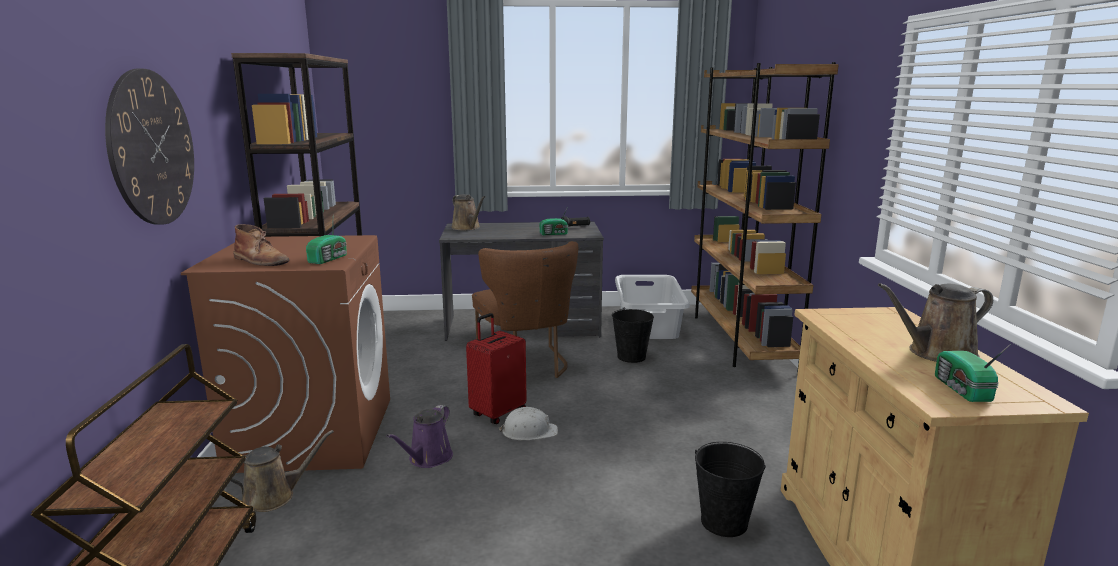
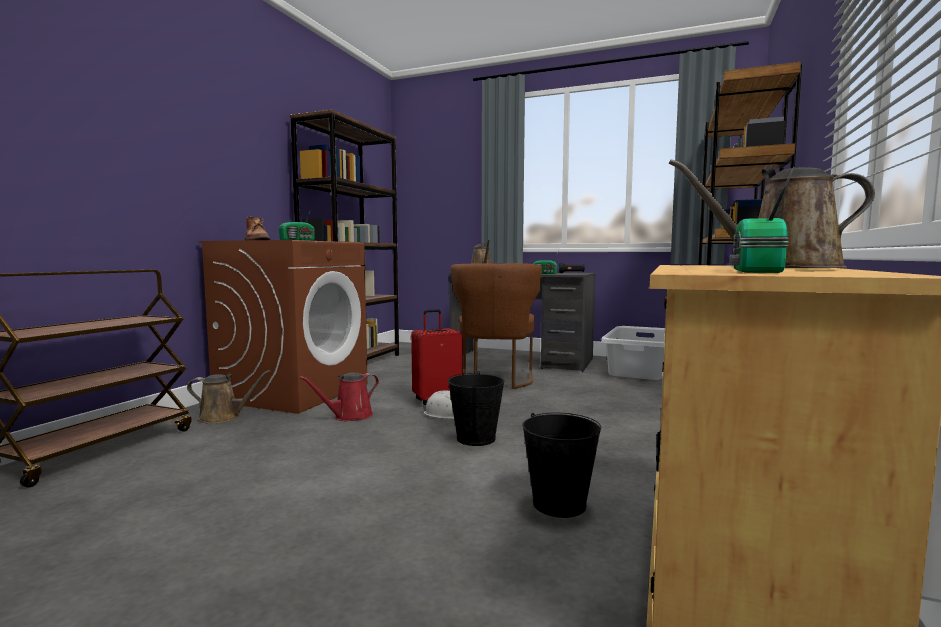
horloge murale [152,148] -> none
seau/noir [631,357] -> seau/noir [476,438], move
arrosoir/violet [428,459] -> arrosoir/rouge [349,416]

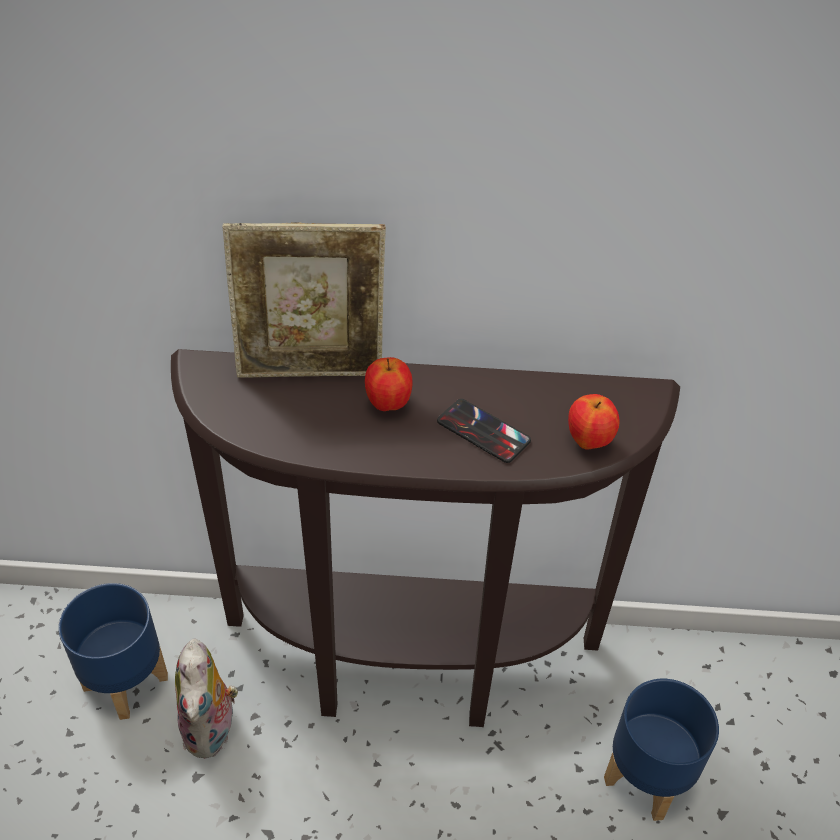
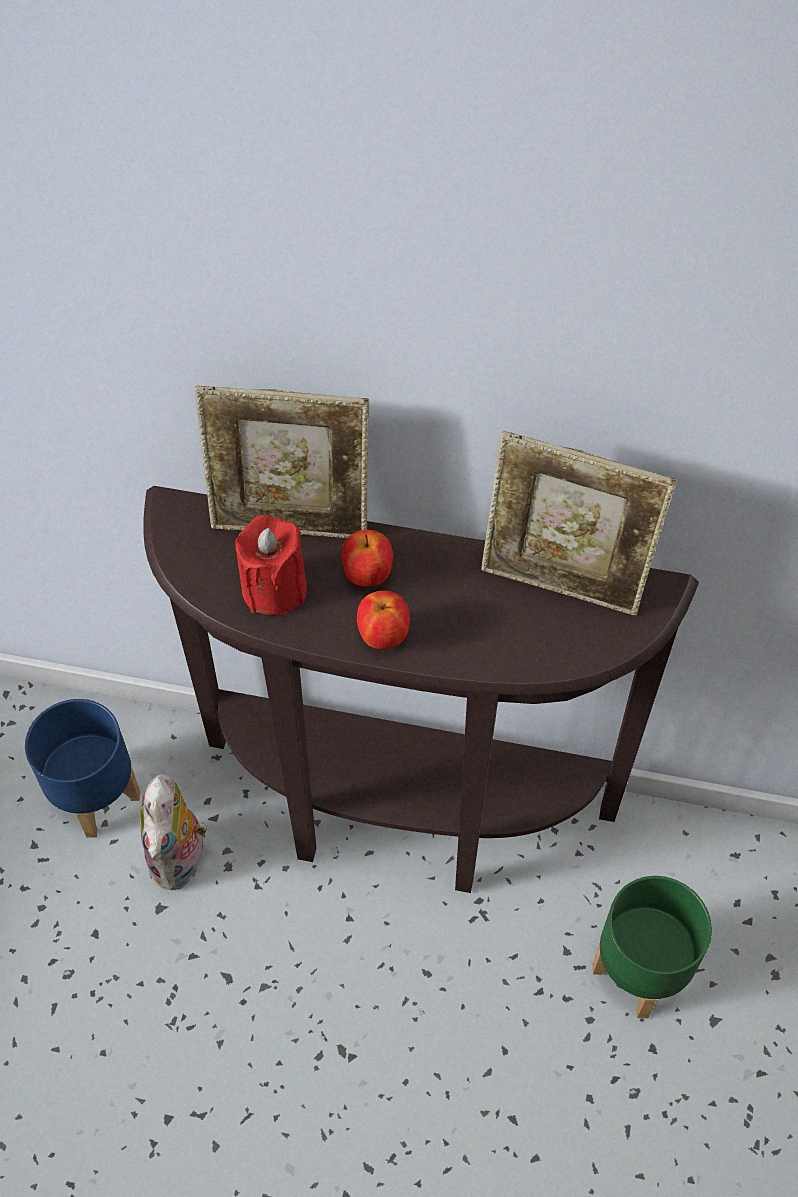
téléphone [483,431] -> none
none -> bougie/rouge [274,589]
none -> cadre photo [562,585]
pomme [588,441] -> pomme [383,637], move
cache-pot/bleu [648,778] -> cache-pot/vert [641,972]

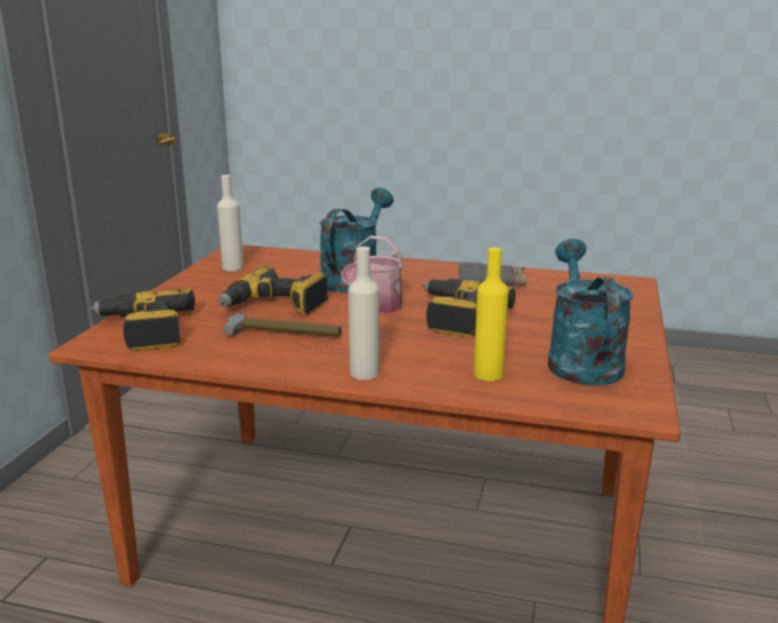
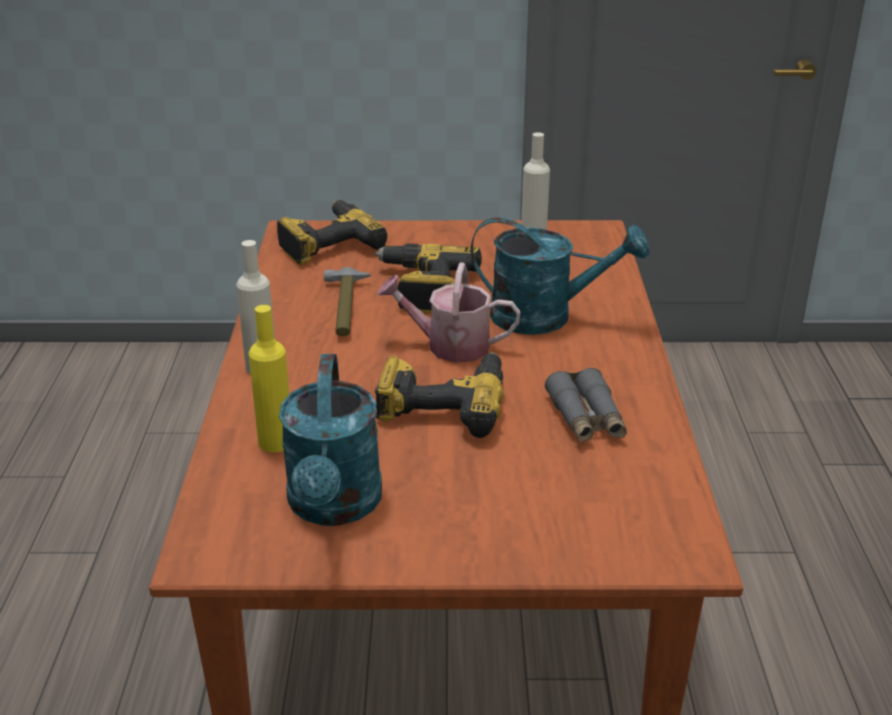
arrosoir/turquoise [580,360] -> arrosoir/turquoise [334,507], 105 degrees clockwise

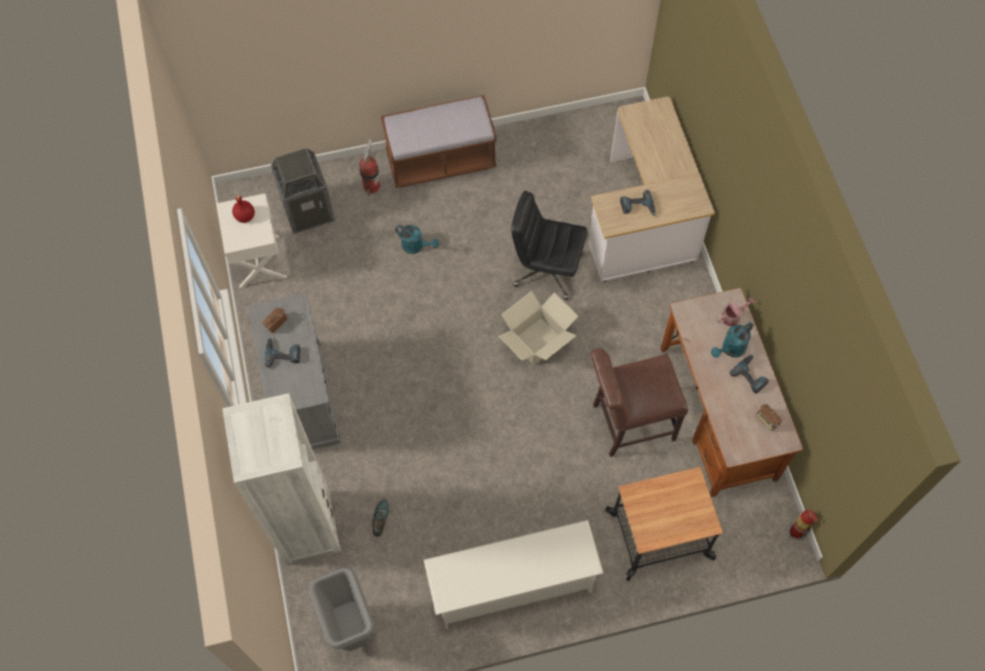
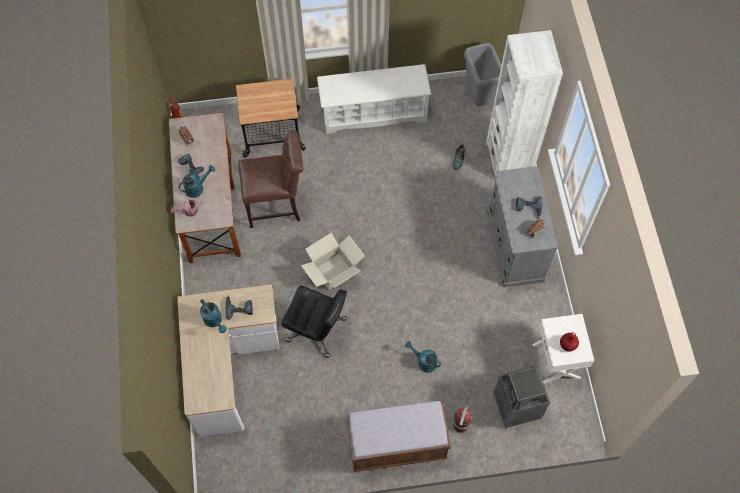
none -> arrosoir/turquoise [214,321]

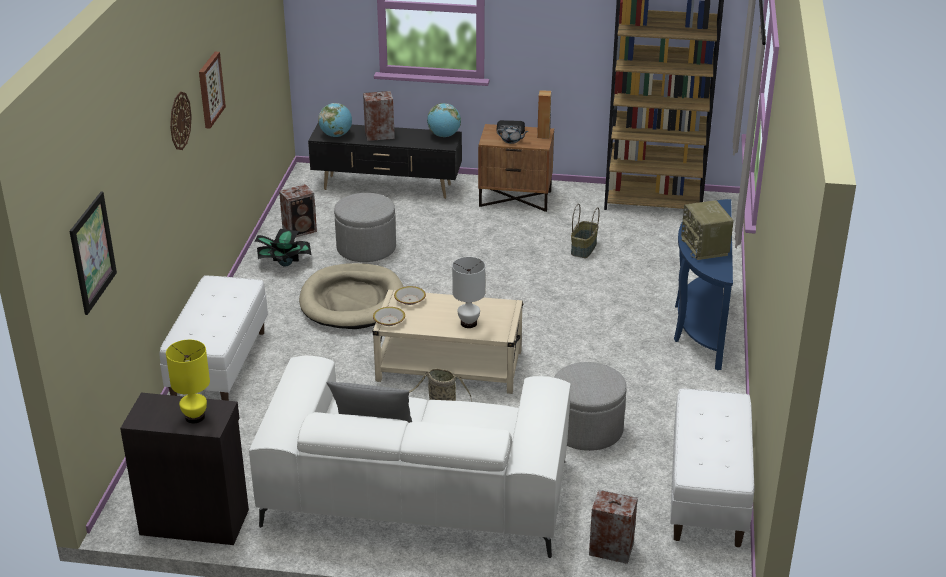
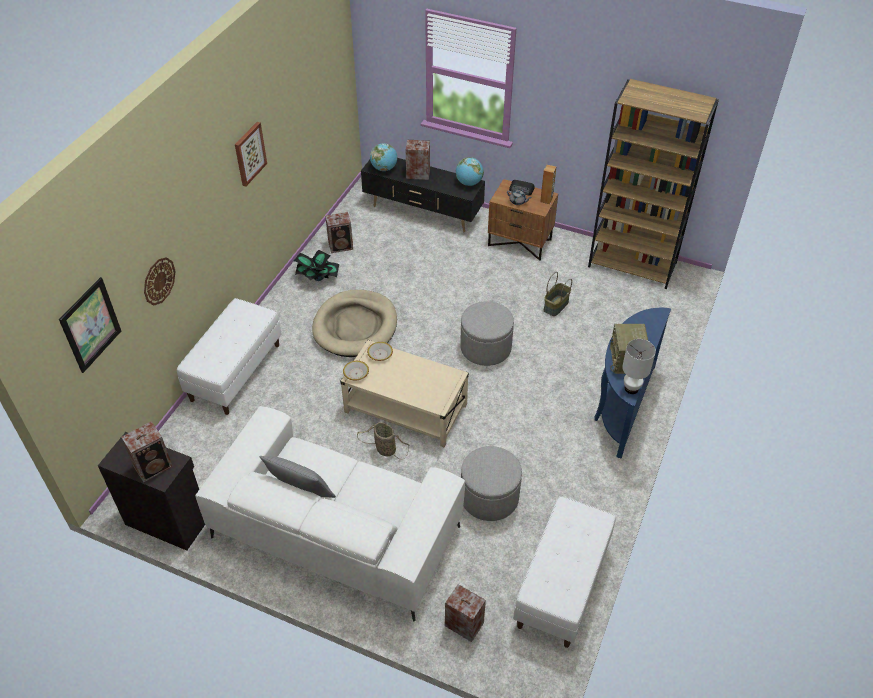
horloge murale [179,120] -> horloge murale [159,281], move
pouf/gris [366,248] -> pouf/gris [485,348], move
lampe de table/blanc [468,323] -> lampe de table/blanc [631,388], move
lampe de table/jaune [195,417] -> enceinte [154,466]

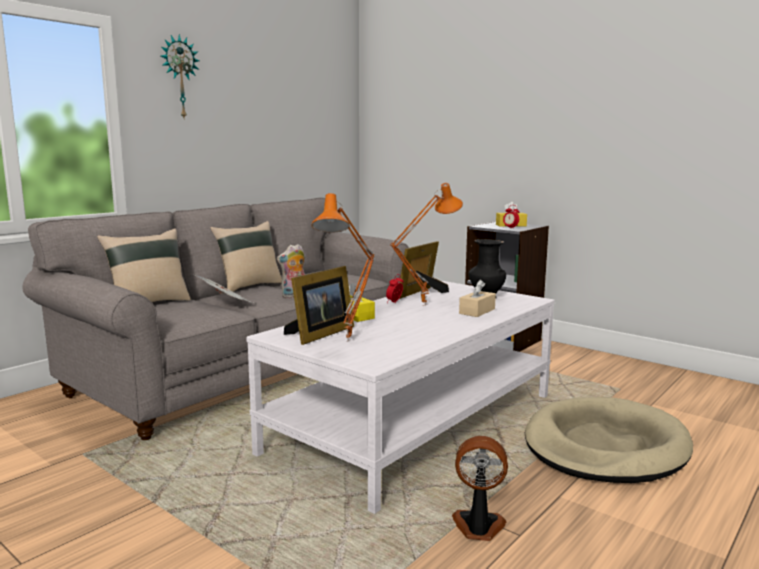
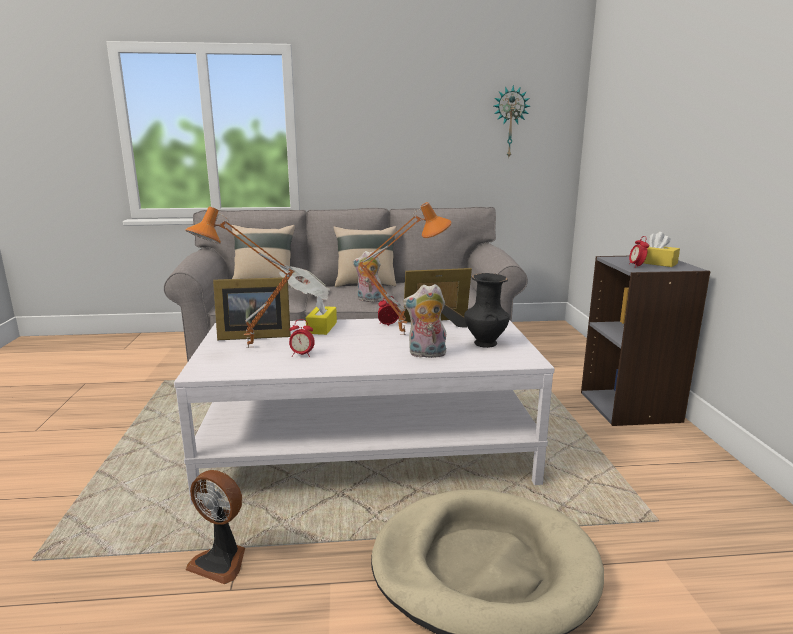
none -> réveil [302,355]
horloge murale [179,77] -> horloge murale [510,122], move
boîte à mouchoirs/beige [477,311] -> peluche [426,354]
ventilateur [478,527] -> ventilateur [221,561], 150 degrees clockwise

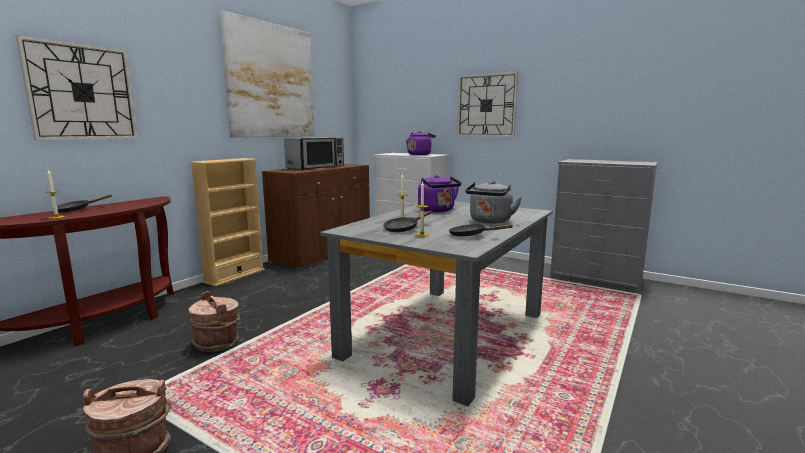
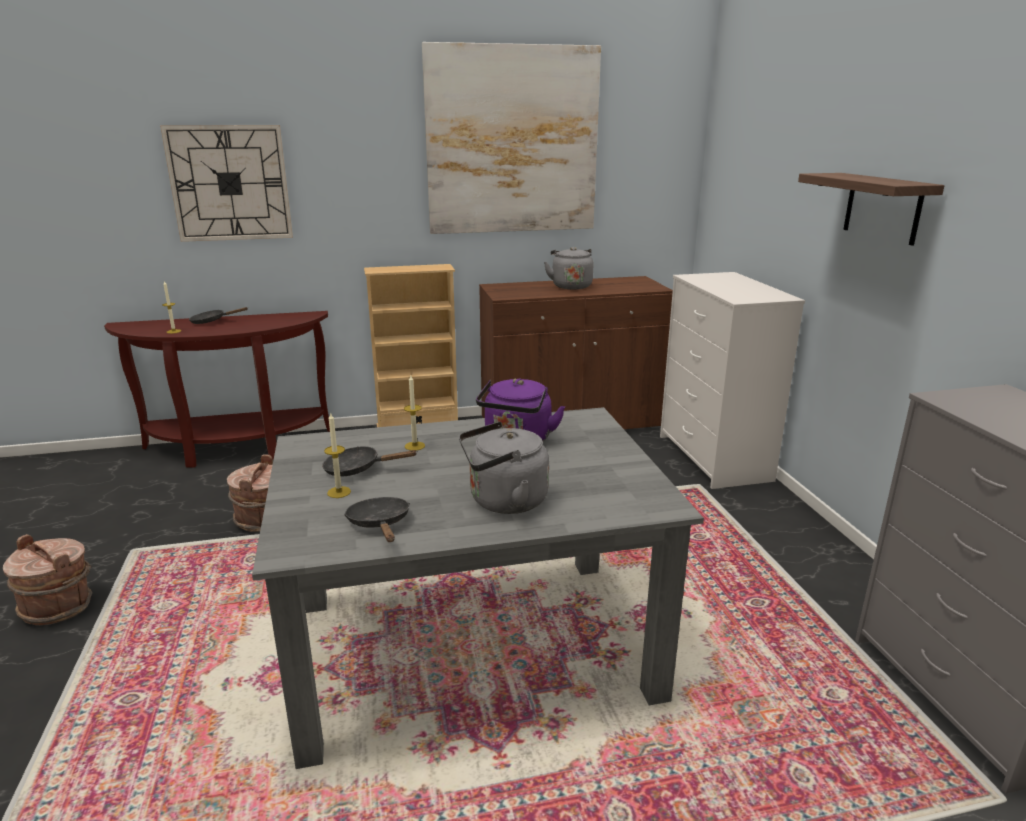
bouilloire/violet [420,154] -> none
micro-ondes [316,167] -> bouilloire/gris [570,286]
horloge murale [486,105] -> étagère [882,208]

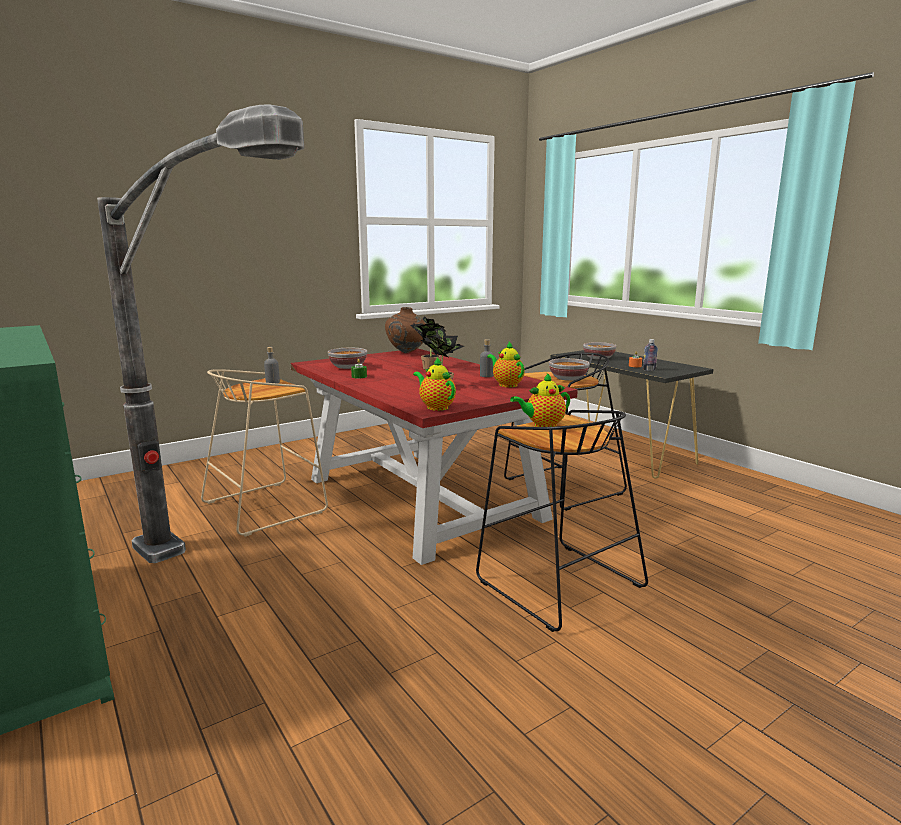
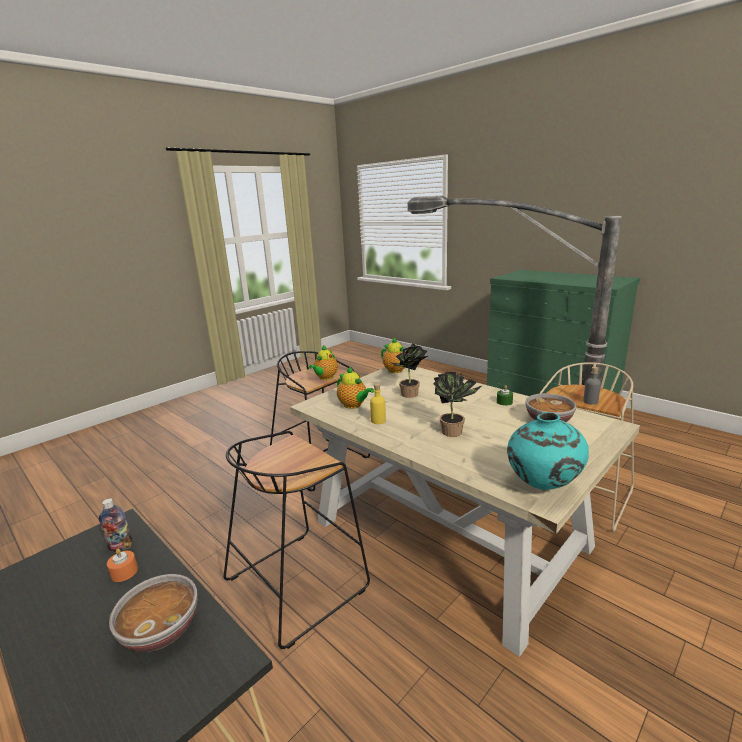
bol [568,379] -> none
table à manger/rouge [423,498] -> table à manger/beige [446,532]
vase/marron [407,353] -> vase/turquoise [543,487]
bouteille/gris [486,375] -> bouteille/jaune [378,421]
théière [542,425] -> théière [325,378], 150 degrees clockwise

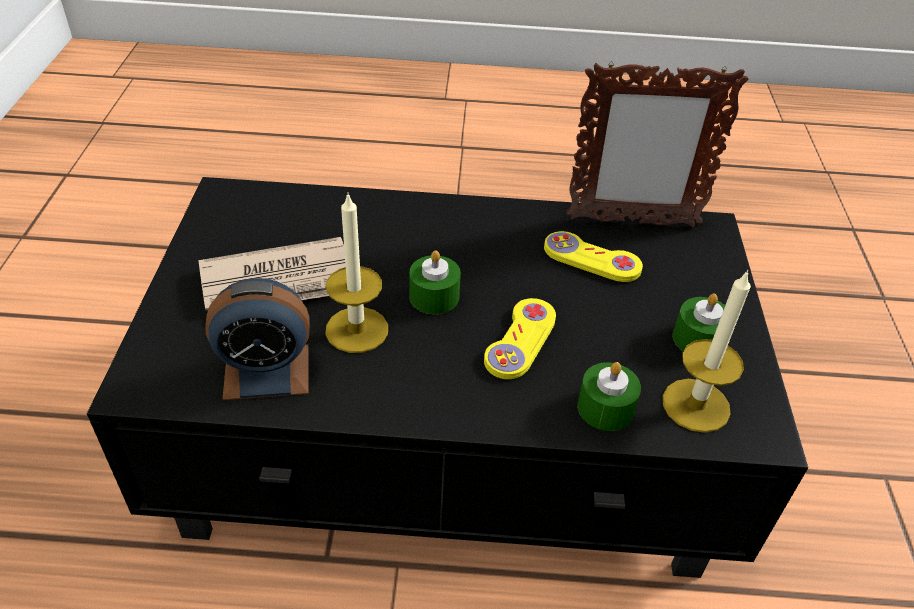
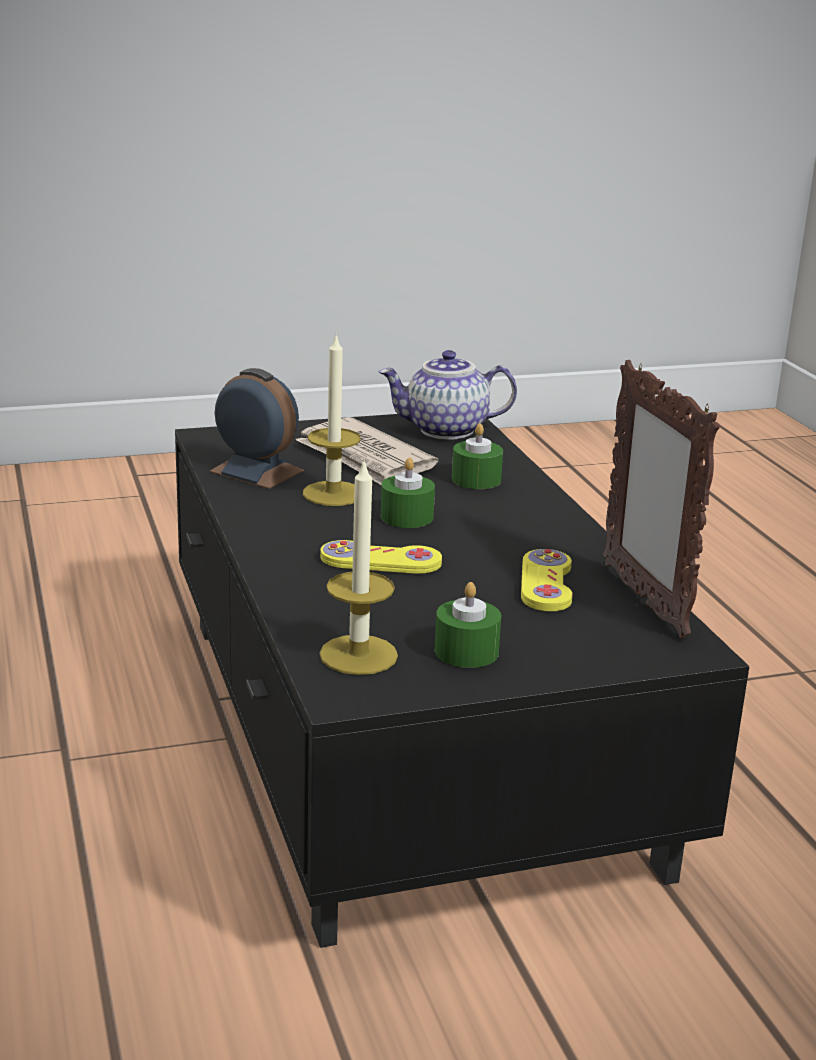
none -> théière [445,430]
bougie/vert [605,408] -> bougie/vert [476,479], move
réveil [267,371] -> réveil [256,471], 150 degrees clockwise

